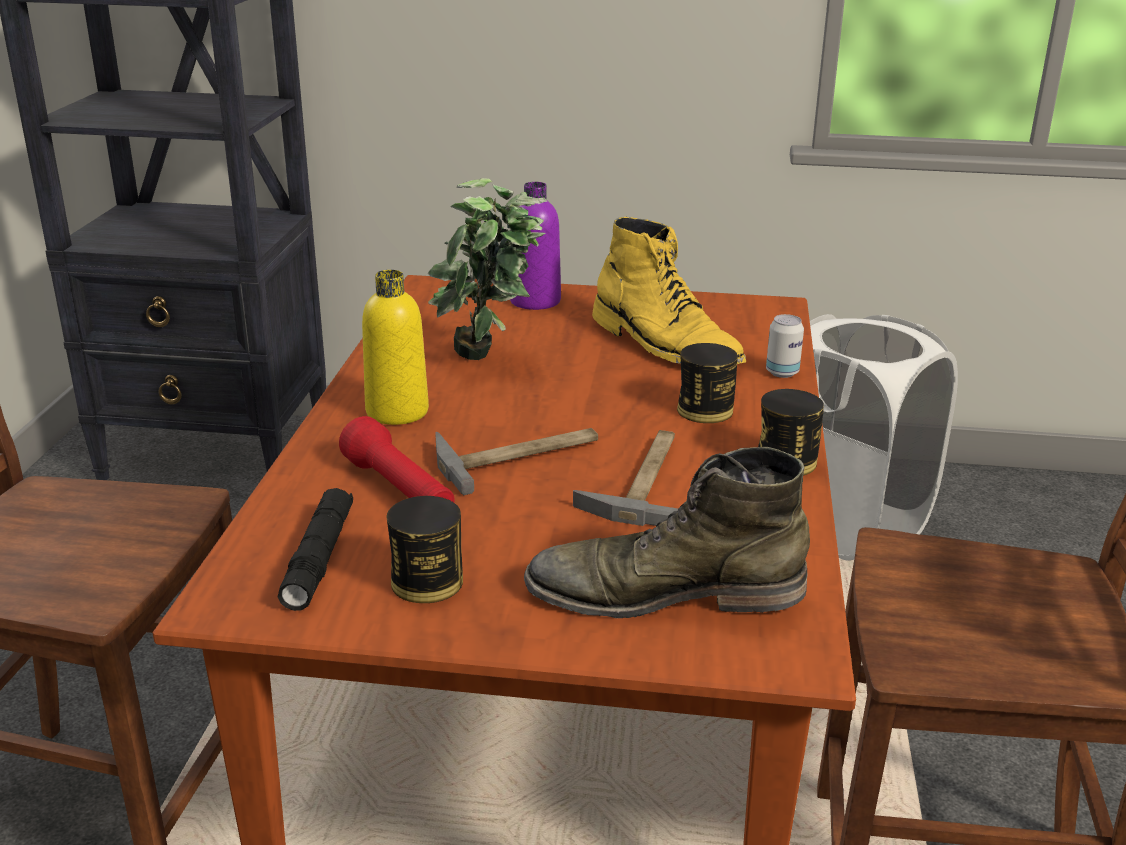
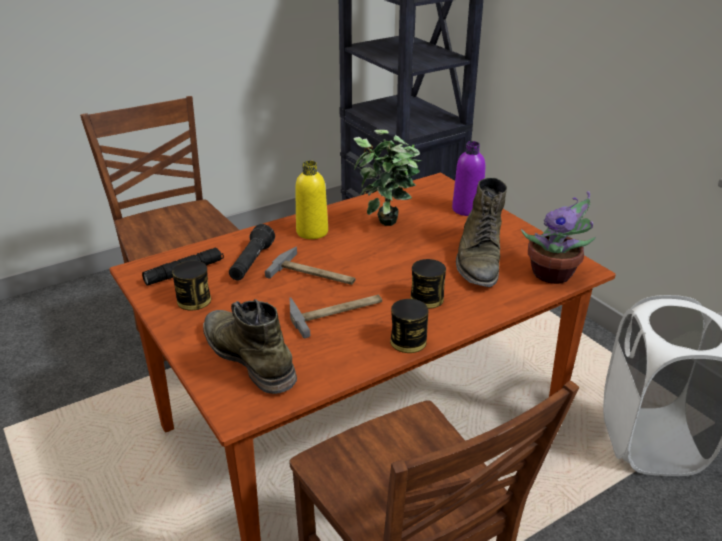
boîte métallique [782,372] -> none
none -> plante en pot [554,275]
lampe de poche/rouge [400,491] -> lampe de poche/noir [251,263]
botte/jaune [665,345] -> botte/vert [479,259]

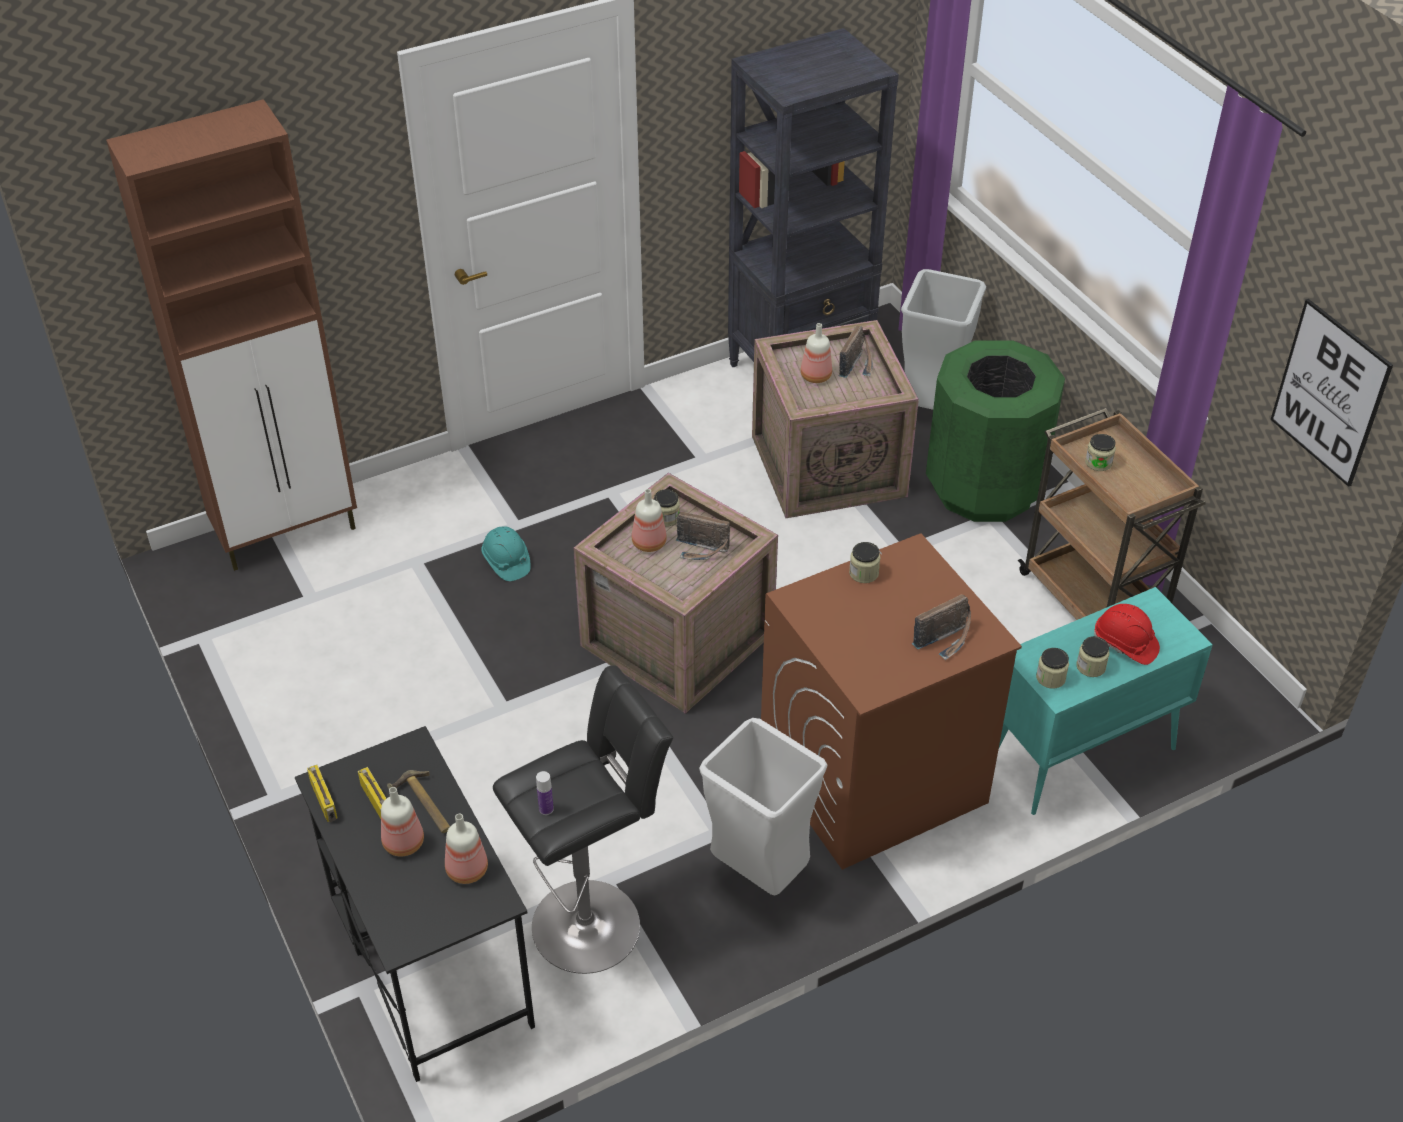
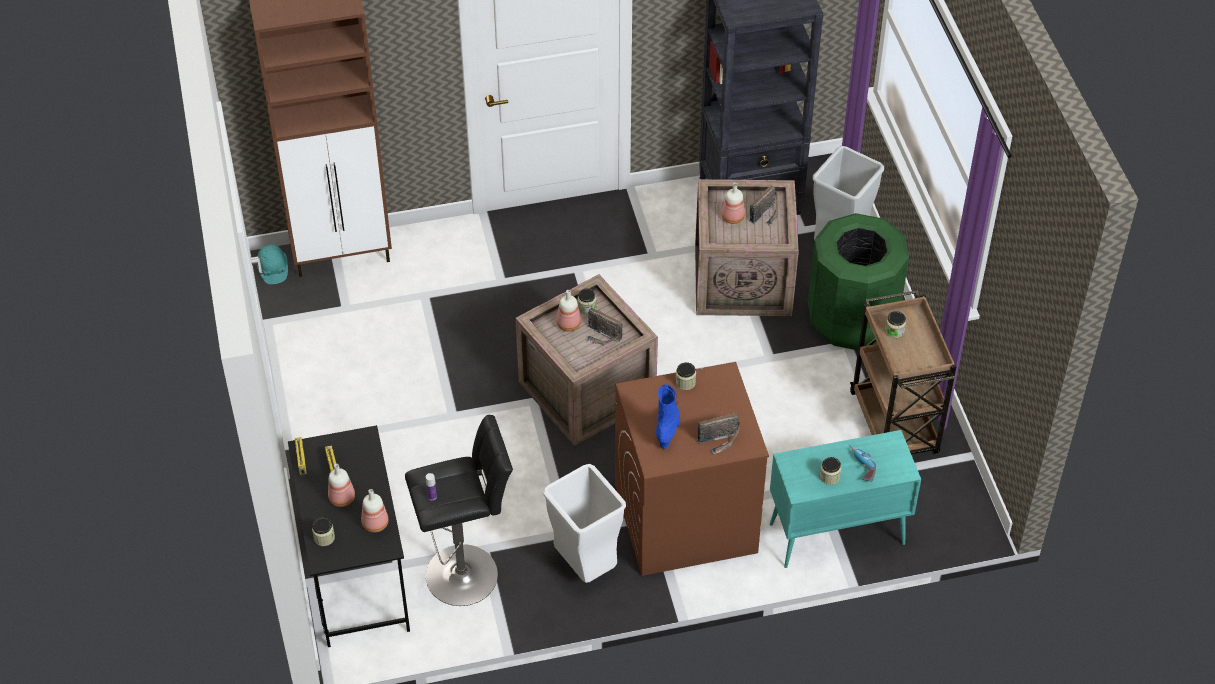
marteau [423,806] -> none
tableau [1330,393] -> none
none -> botte/bleu [668,428]
casque de chantier/turquoise [506,562] -> casque de chantier/turquoise [273,269], move
bocal [1050,678] -> bocal [324,538], move
casque de chantier/rouge [1125,644] -> perceuse [860,466]

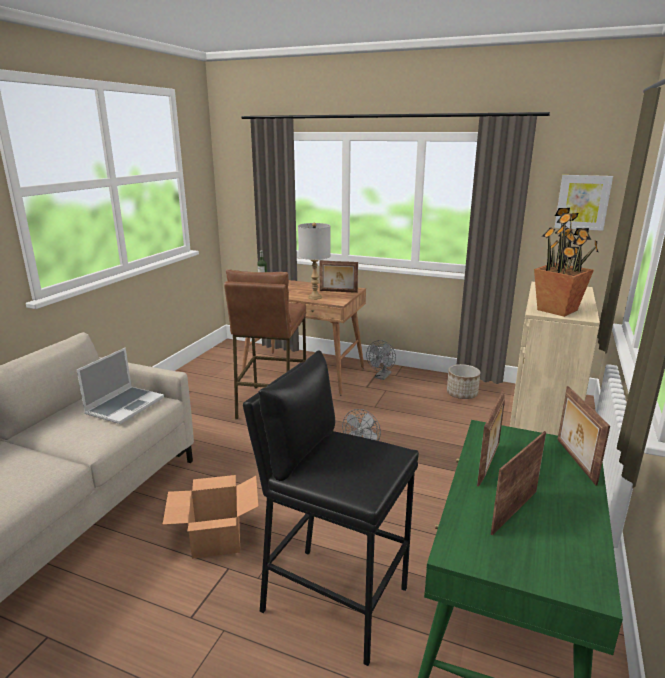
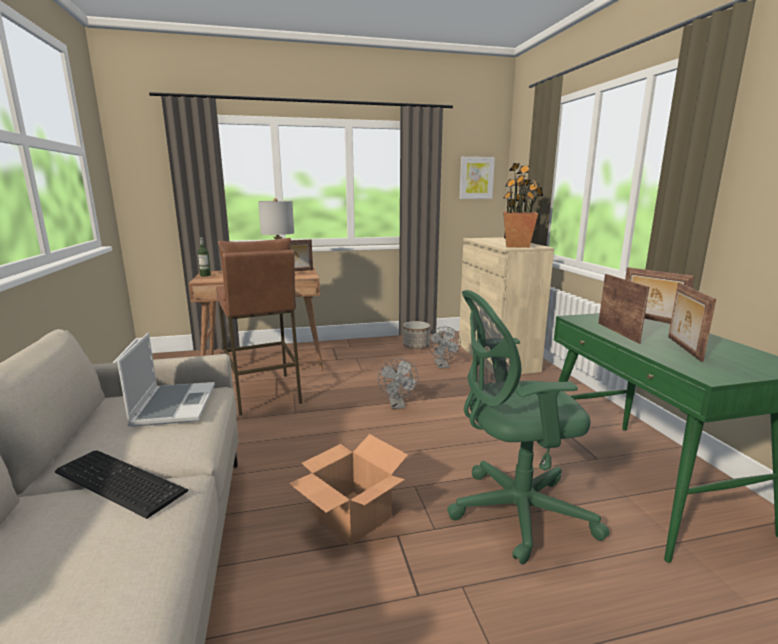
none -> clavier [118,483]
ventilateur/gris [381,377] -> ventilateur/gris [442,366], move
tabouret/noir [334,599] -> chaise de bureau/vert [513,512]

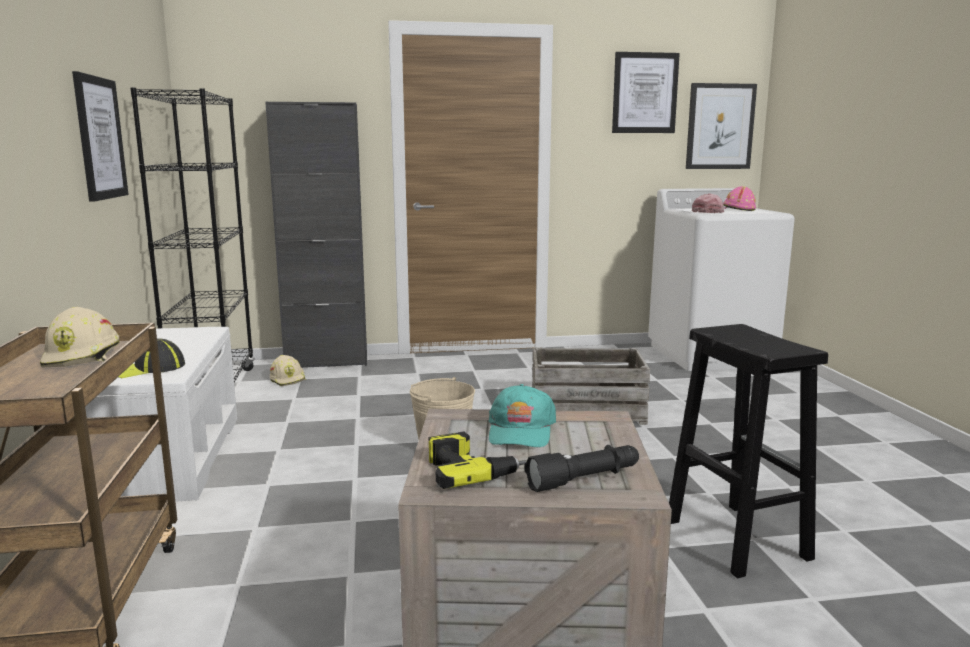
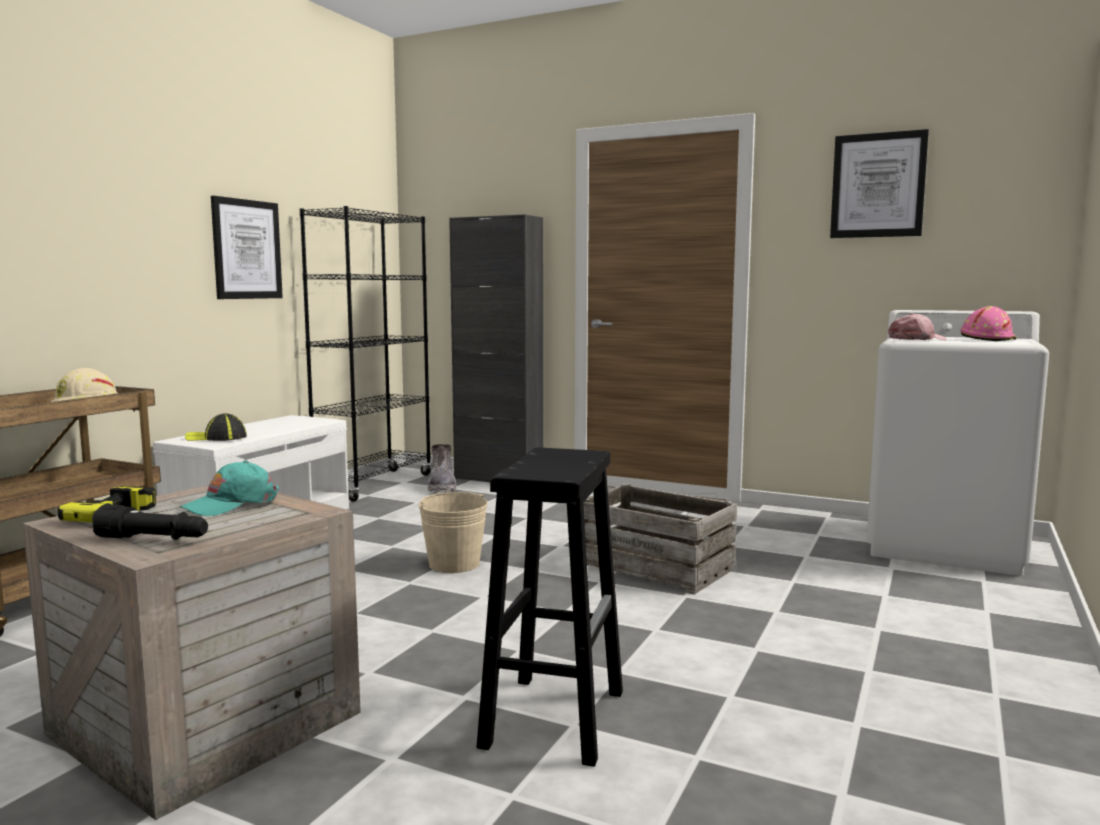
tableau [720,126] -> none
casque de chantier/beige [288,379] -> botte/gris [442,487]

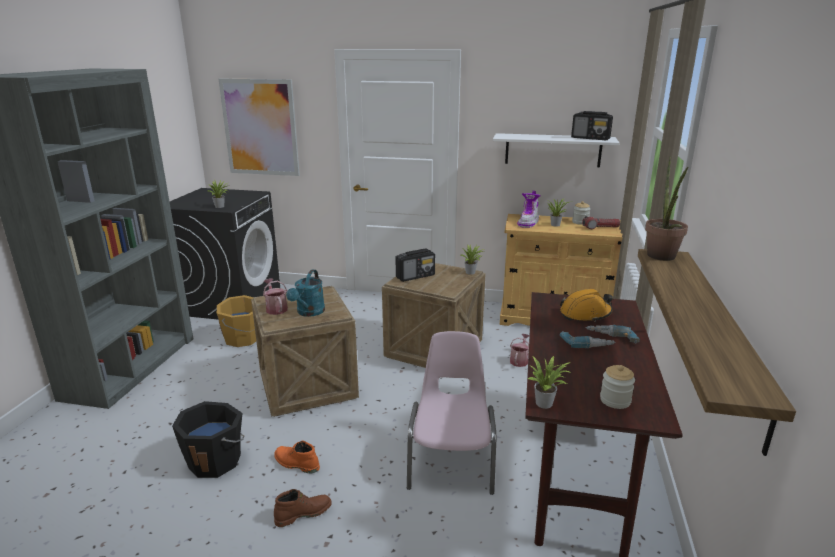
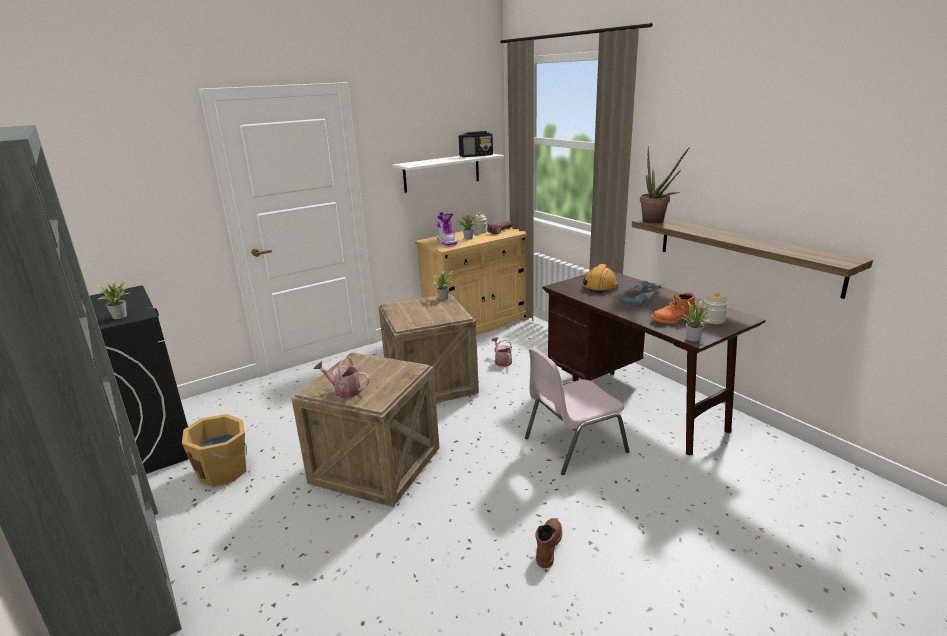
seau/noir [216,460] -> none
tableau [260,127] -> none
arrosoir/turquoise [309,312] -> none
radio [415,276] -> none
botte/orange [296,464] -> botte/orange [673,319], move
chaise/rose [451,460] -> chaise/rose [573,445], 75 degrees counterclockwise

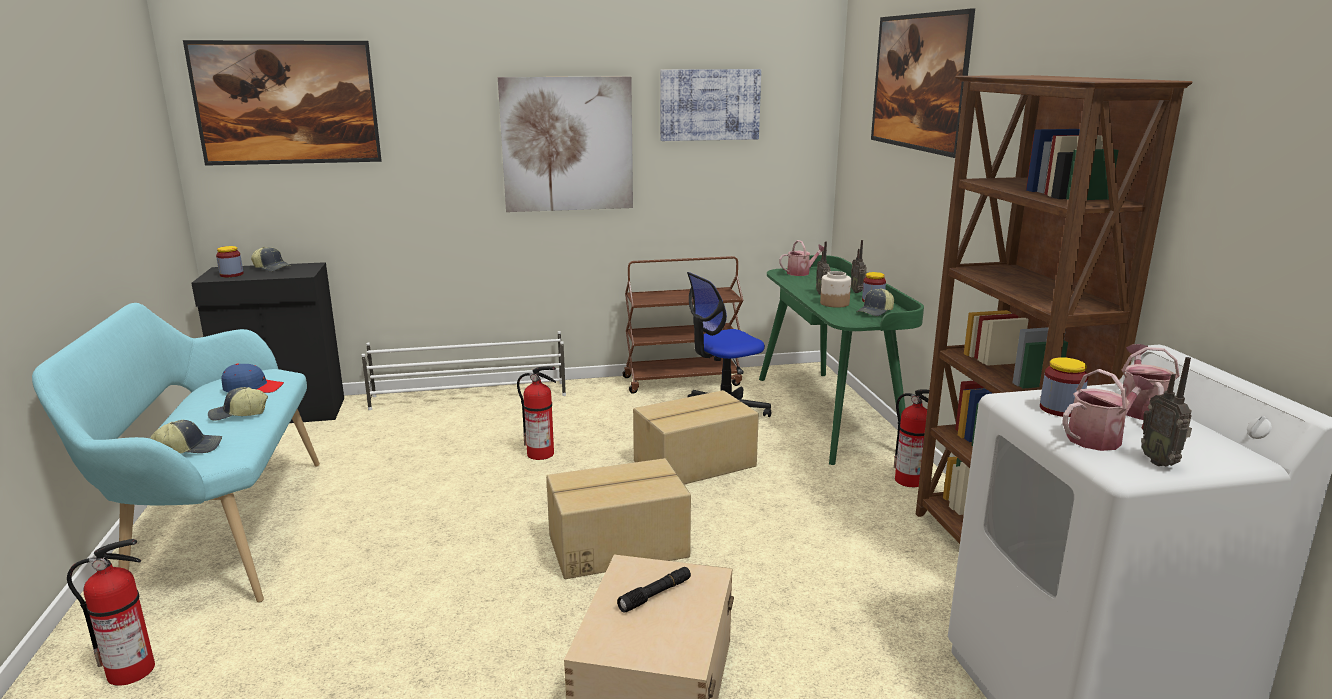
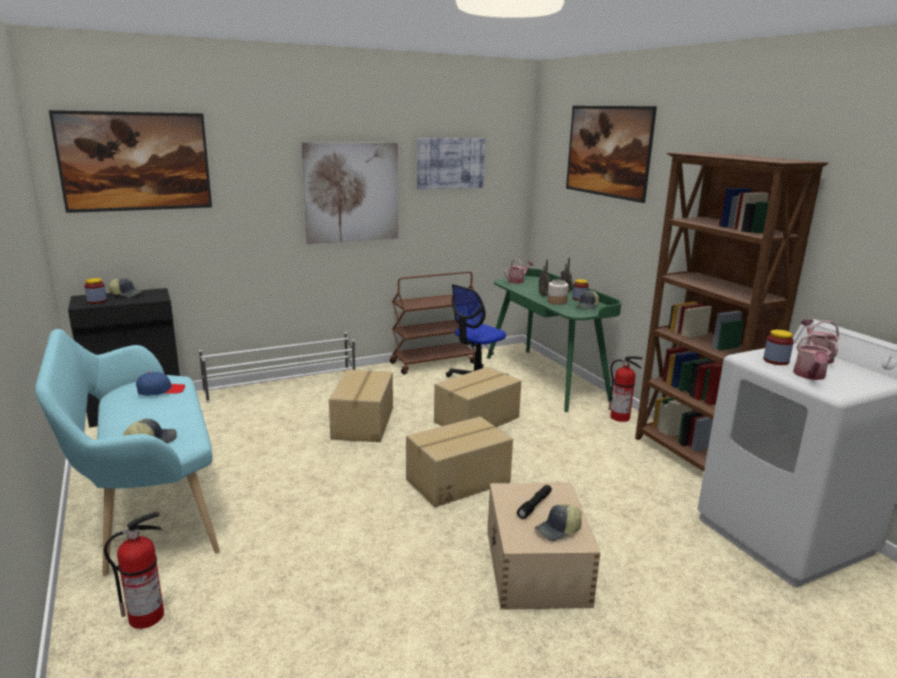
radio [1160,462] -> none
casquette [238,415] -> casquette [558,530], move
extincteur [541,454] -> carton [364,423]
arrosoir [1099,438] -> arrosoir [809,376], 150 degrees clockwise

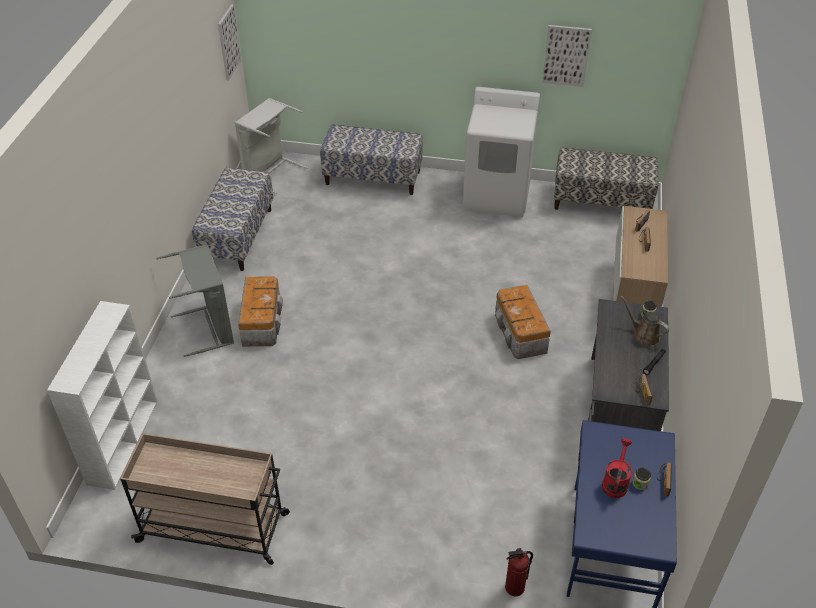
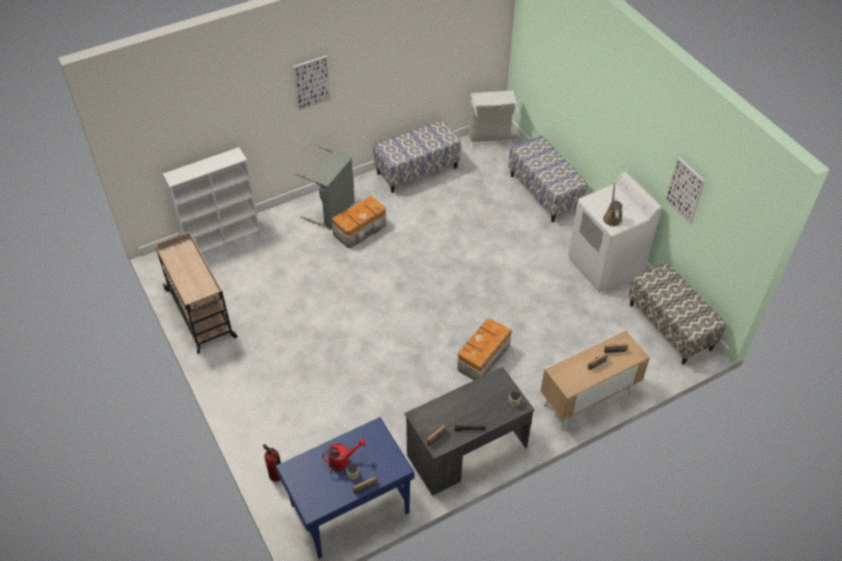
tableau [229,42] -> tableau [311,82], move
arrosoir/marron [644,335] -> arrosoir/marron [612,217], move

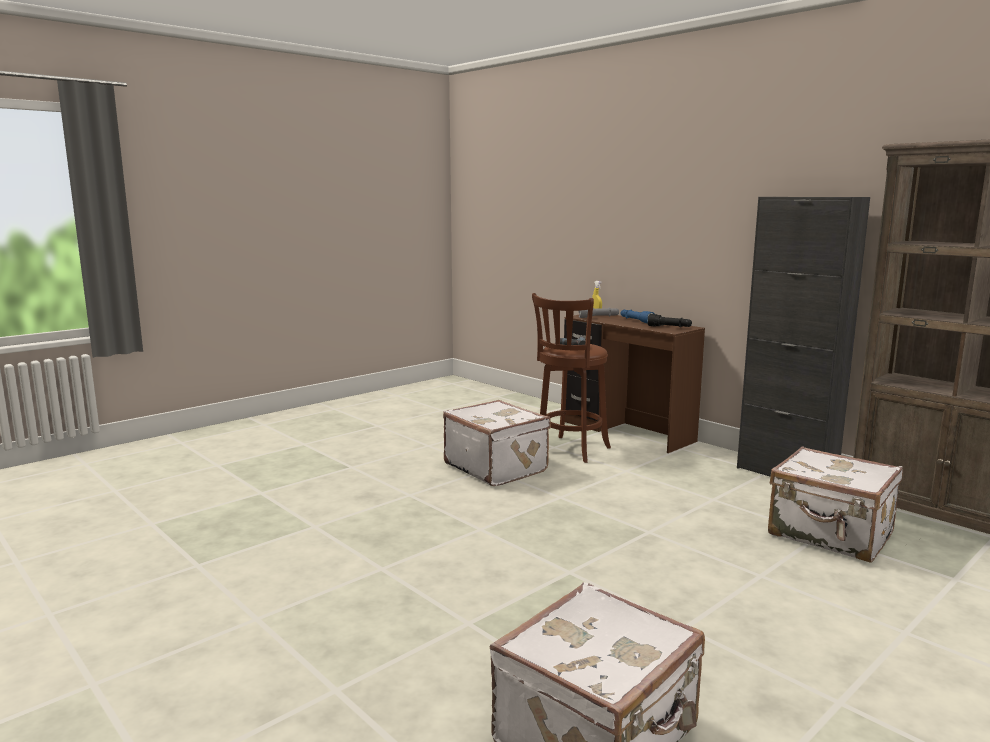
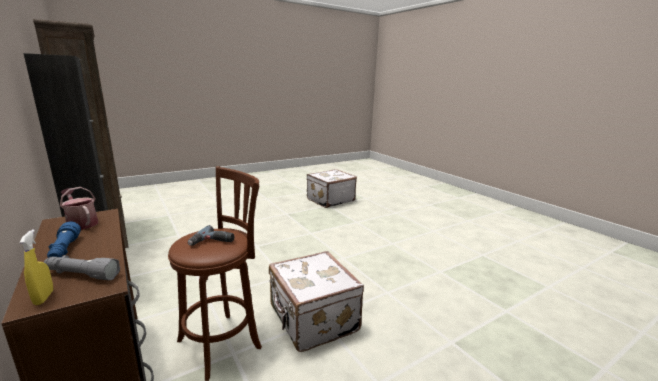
valise/blanc [830,535] -> none
lampe de poche/noir [669,327] -> arrosoir [81,223]

